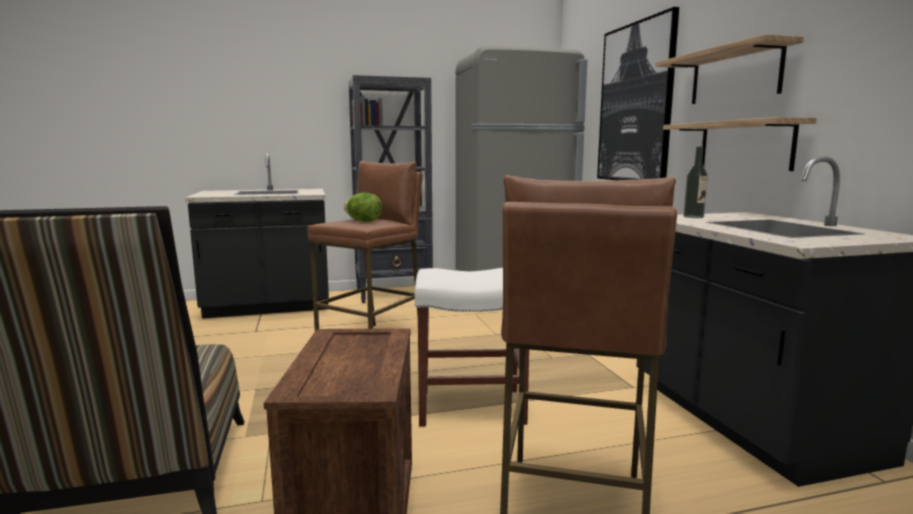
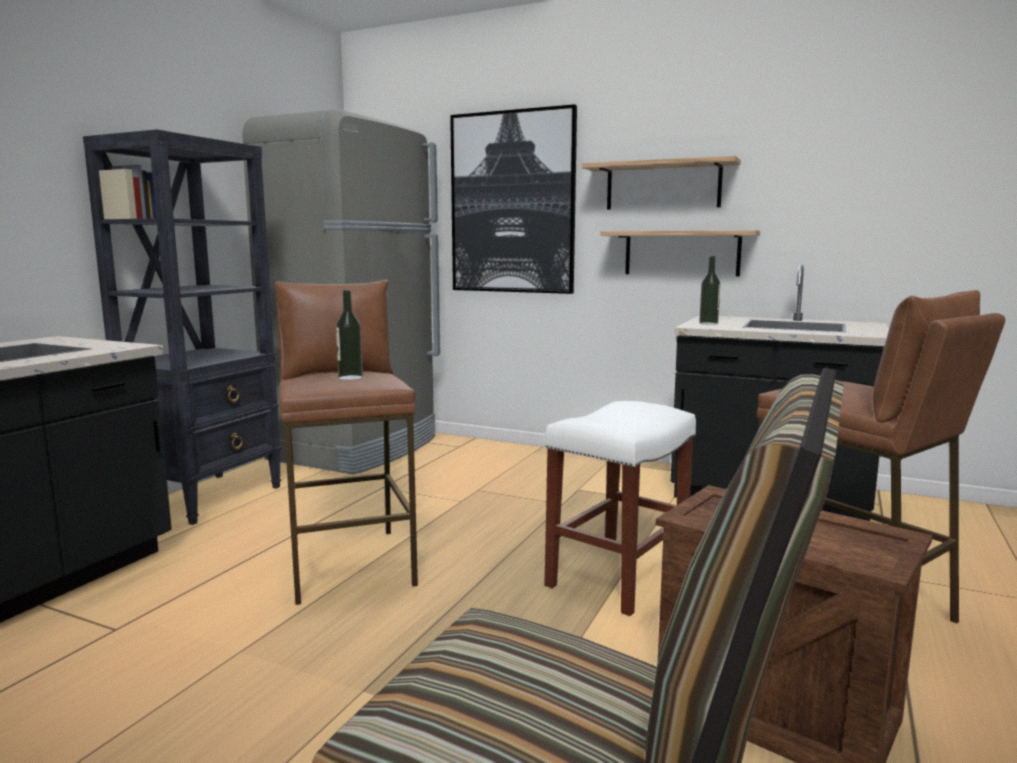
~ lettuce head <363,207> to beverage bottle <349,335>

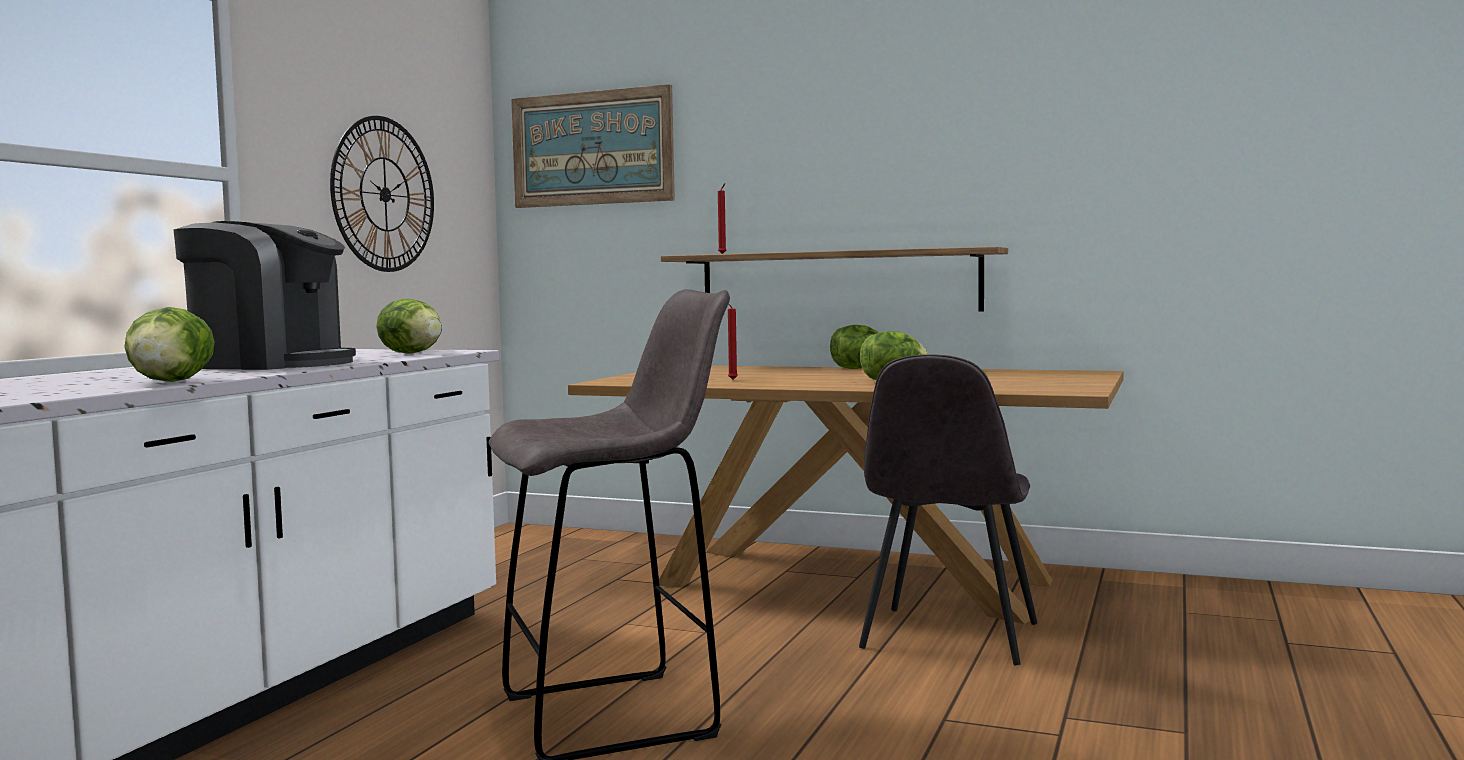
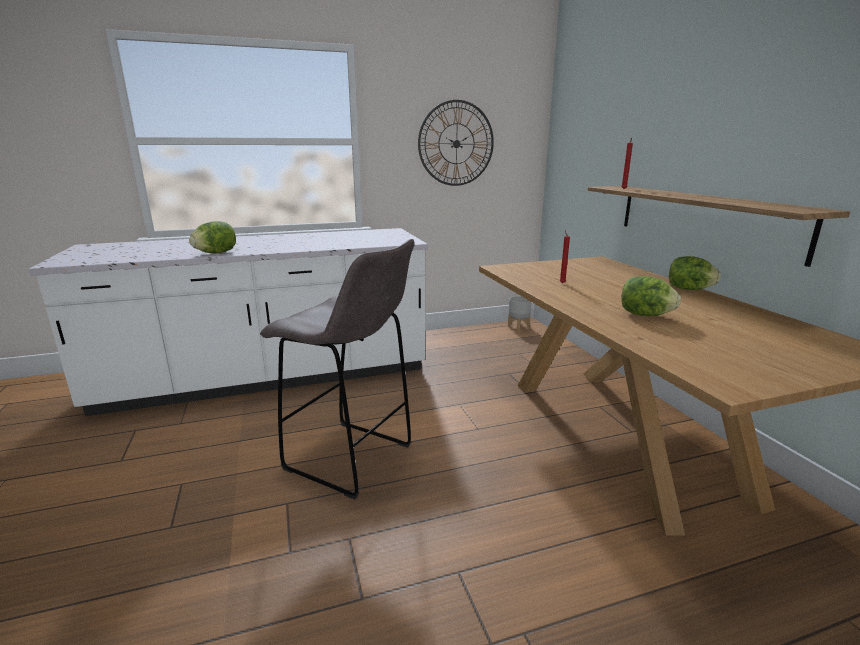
- coffee machine <264,295>
- lettuce head <409,326>
- picture <593,146>
- chair/greyish <948,509>
+ planter/greyish <520,313>

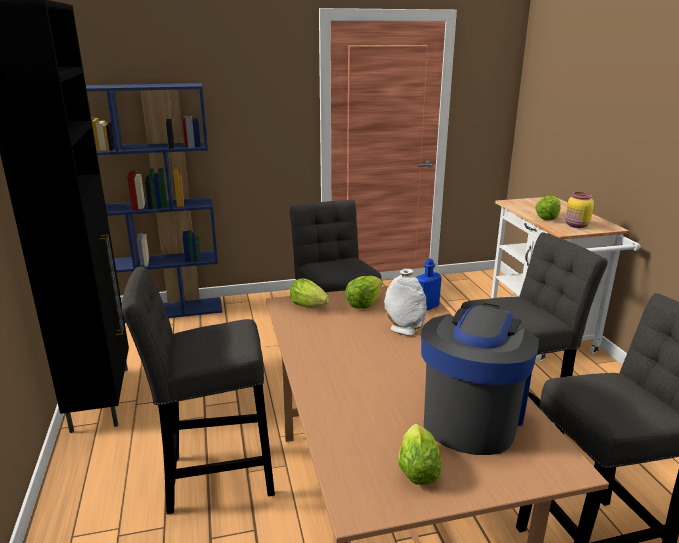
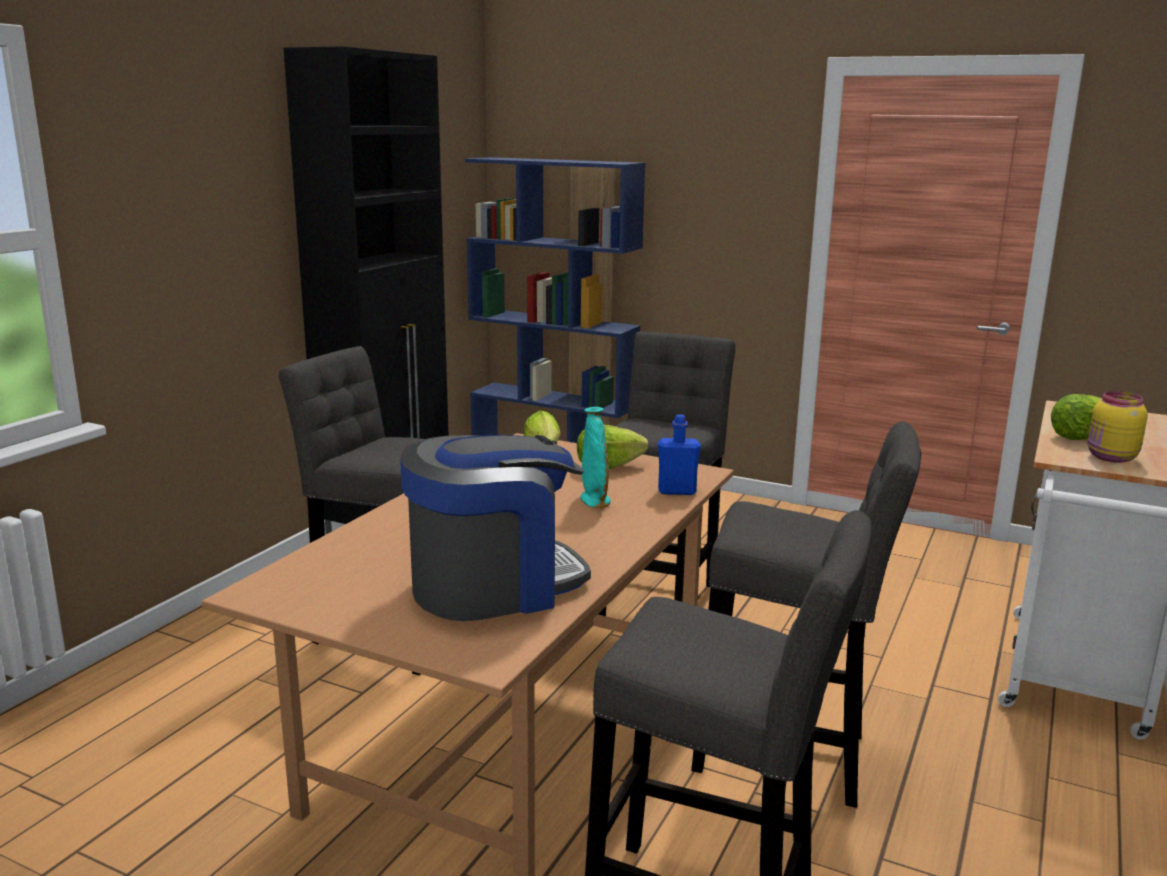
~ decorative vase/white <405,302> to decorative vase/turquoise <595,457>
- lettuce head <419,454>

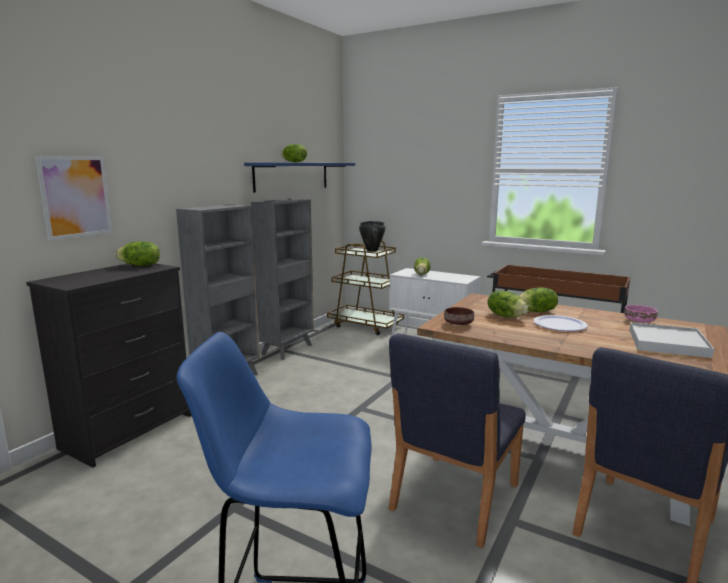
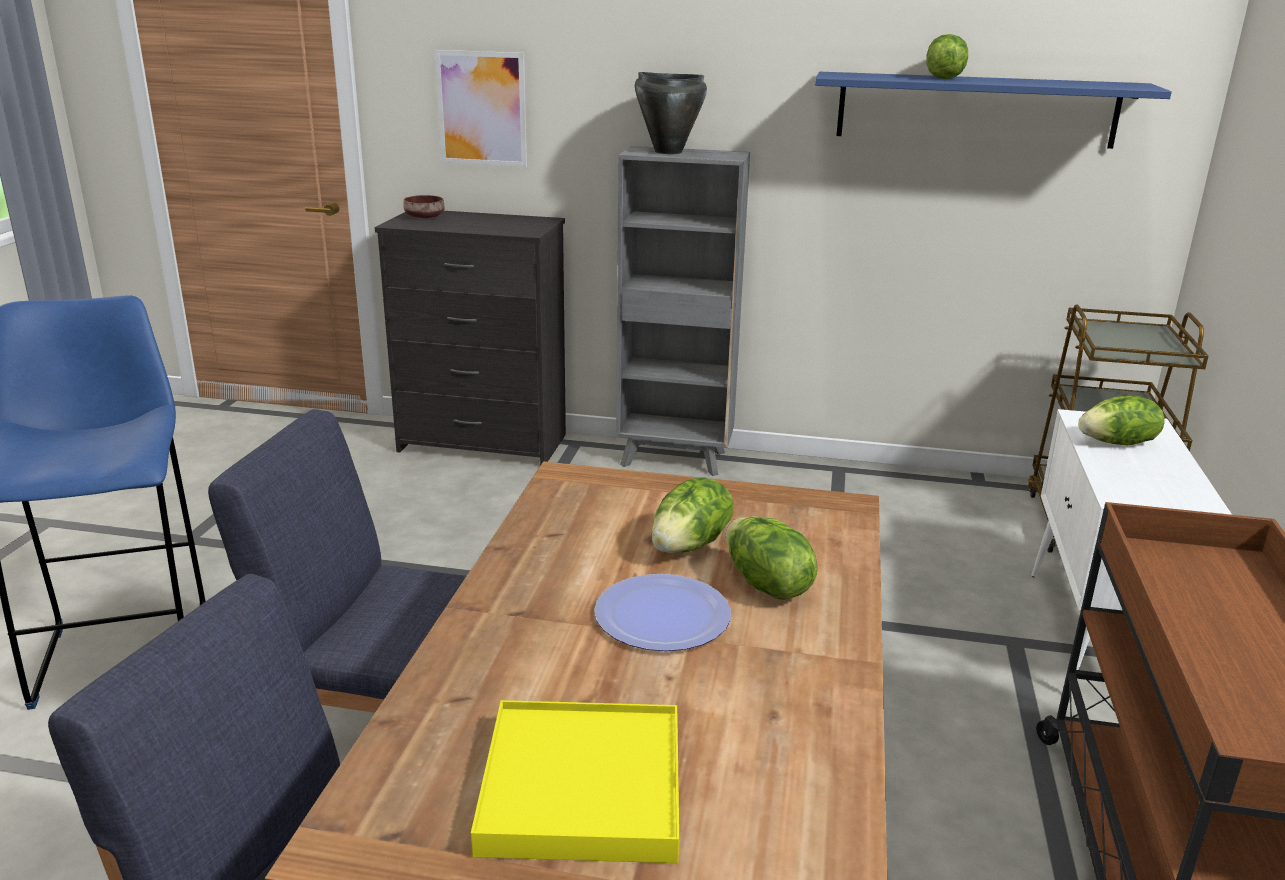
- lettuce head <137,253>
- bookcase/greyish <282,279>
~ saucepot/blackish <372,236> to <671,113>
~ serving bowl/brown-coloured <459,316> to <424,206>
- serving bowl/pink-coloured <641,314>
~ carrying tray/white <672,340> to carrying tray/yellow <575,781>

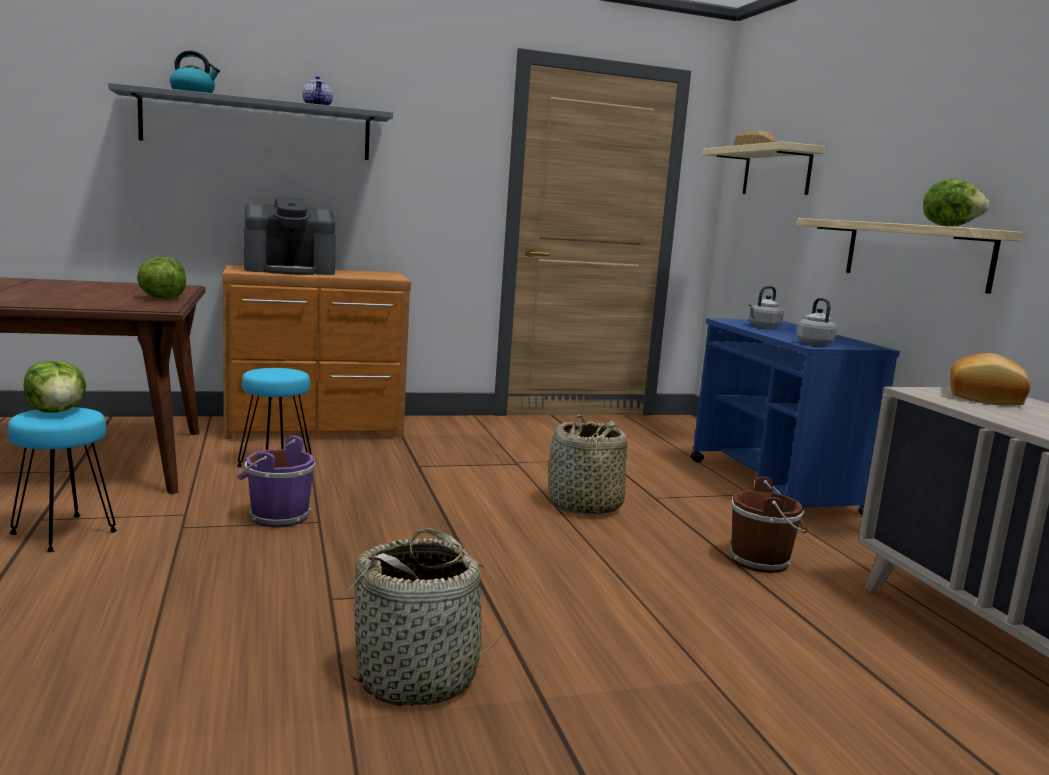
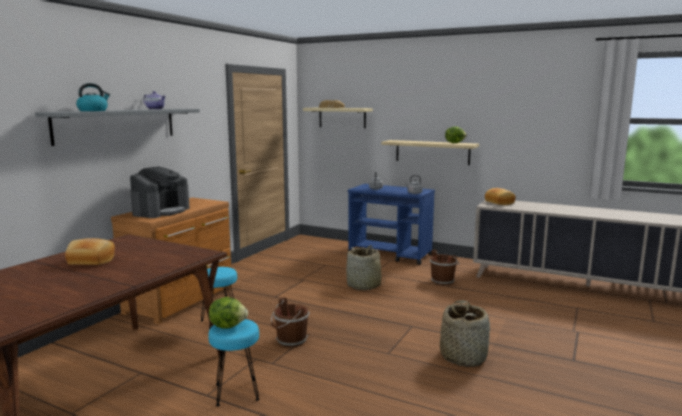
- lettuce head <161,278>
~ bucket/purple-coloured <276,482> to bucket/brown-coloured <290,322>
+ baked bread <90,251>

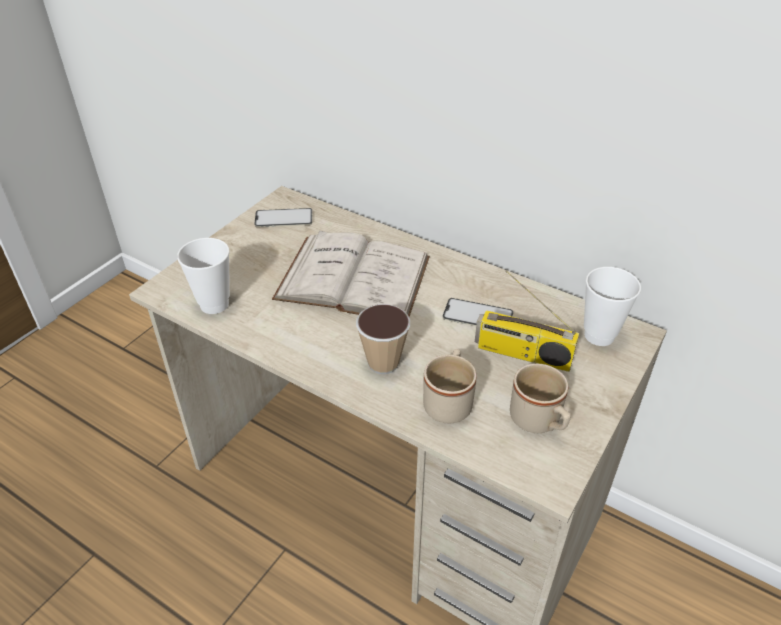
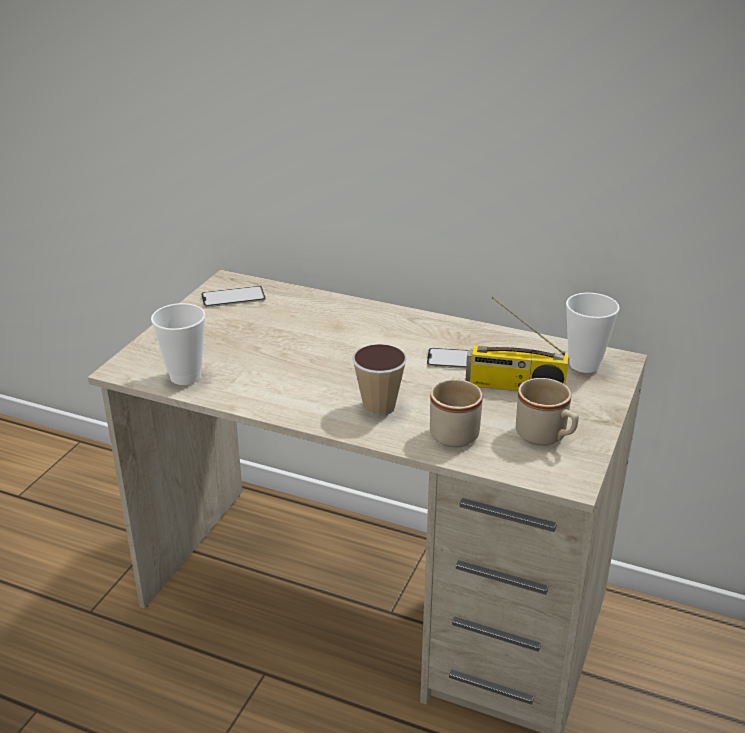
- book/white <351,274>

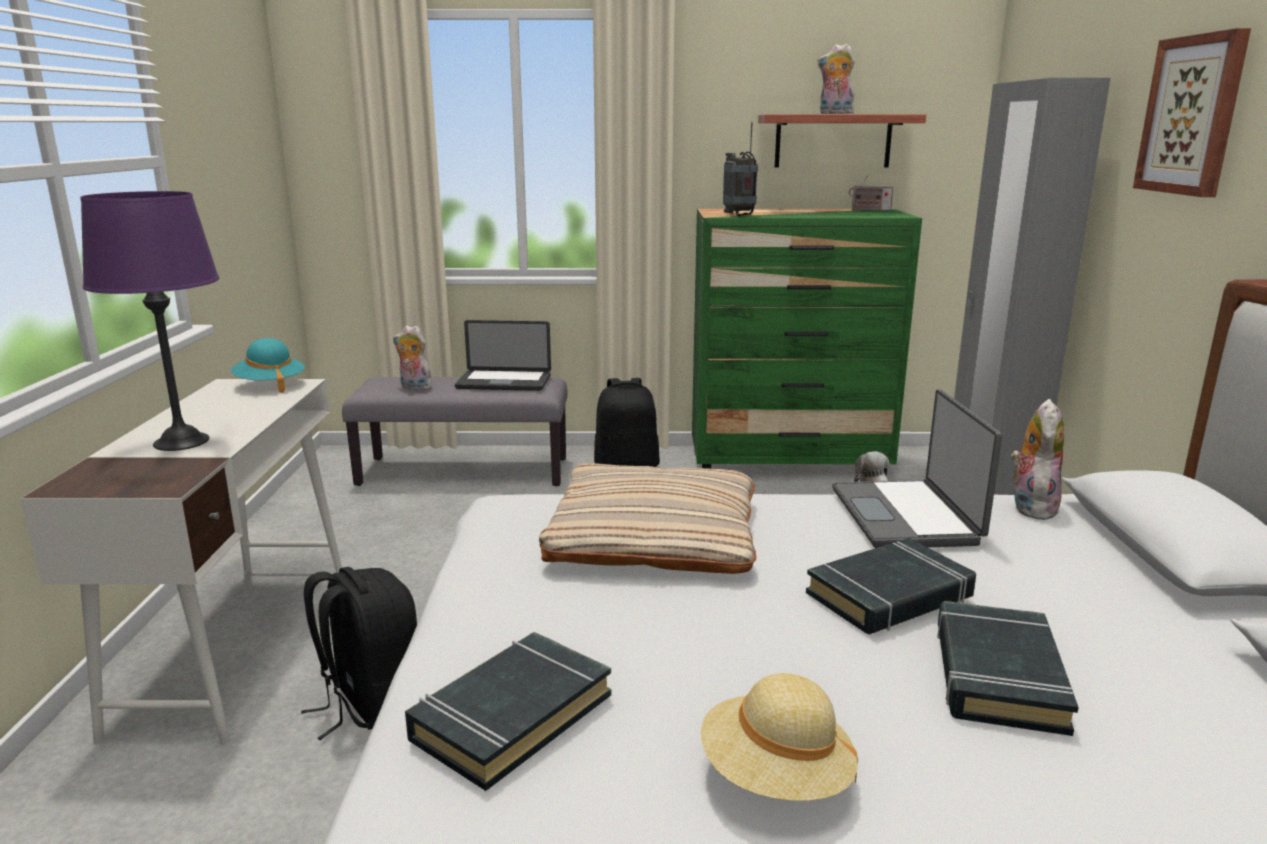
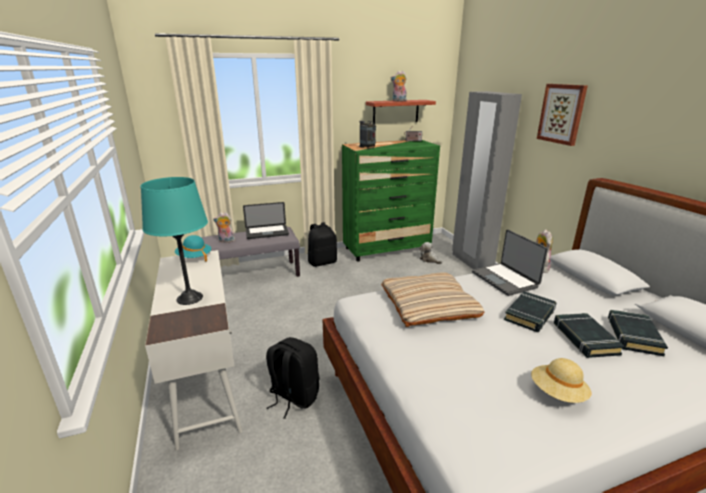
~ tabletop lamp/purple-coloured <149,321> to tabletop lamp/turquoise <174,241>
~ book/blackish <508,711> to <638,333>

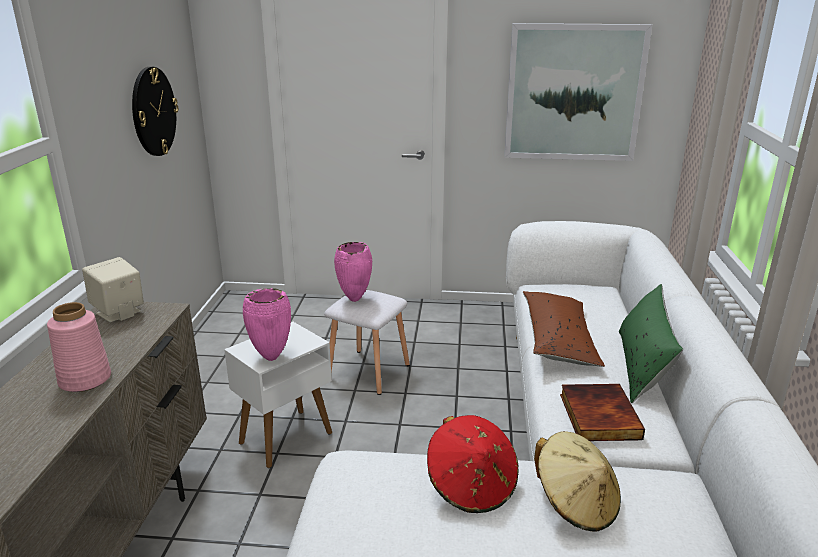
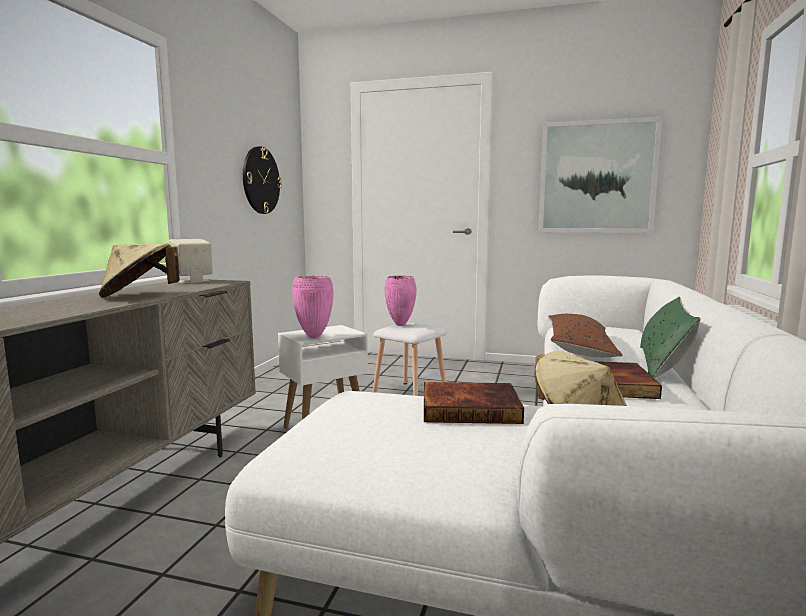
~ decorative vase/pink-coloured <79,347> to wearable hat/sand-coloured <139,271>
~ wearable hat/red-coloured <473,464> to book <474,403>

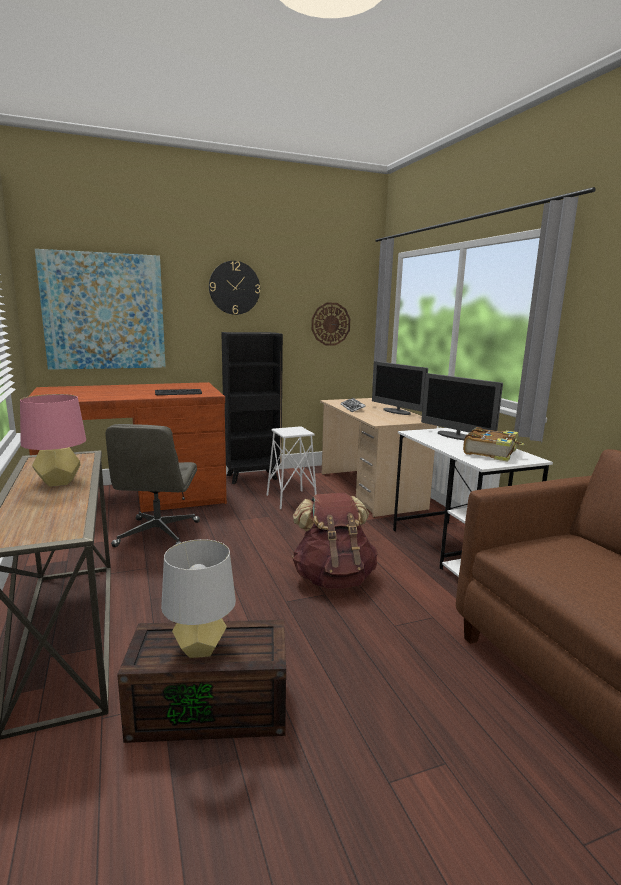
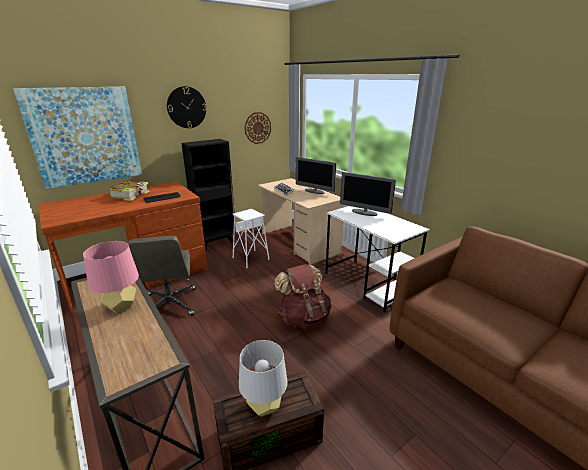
~ book <493,444> to <129,191>

